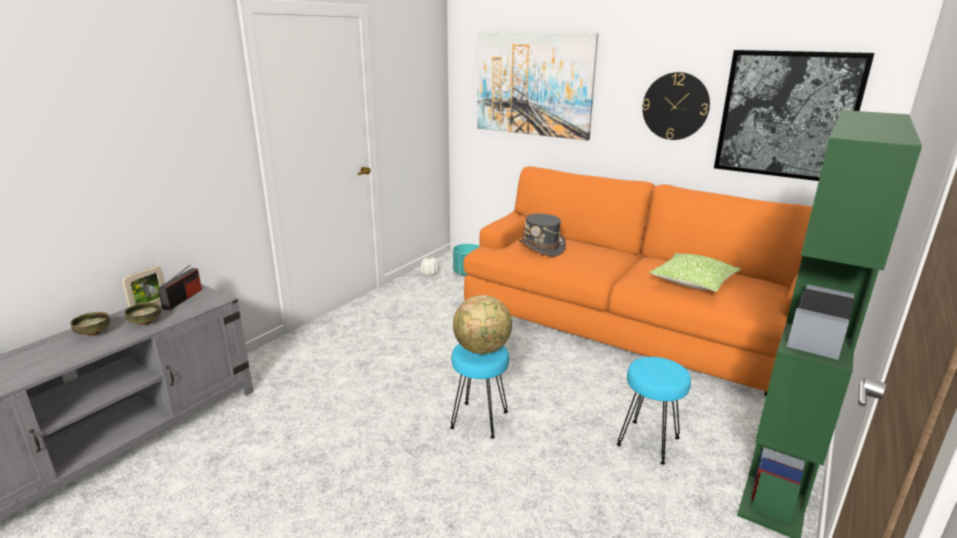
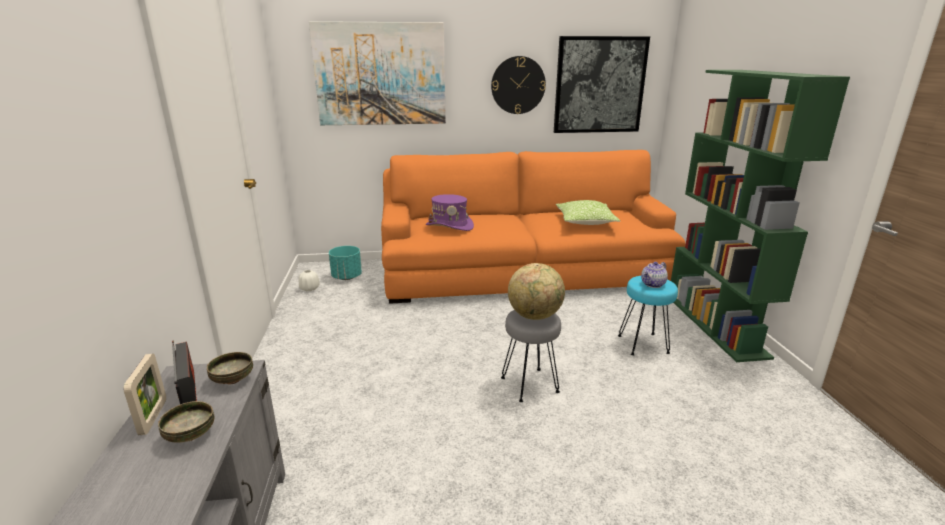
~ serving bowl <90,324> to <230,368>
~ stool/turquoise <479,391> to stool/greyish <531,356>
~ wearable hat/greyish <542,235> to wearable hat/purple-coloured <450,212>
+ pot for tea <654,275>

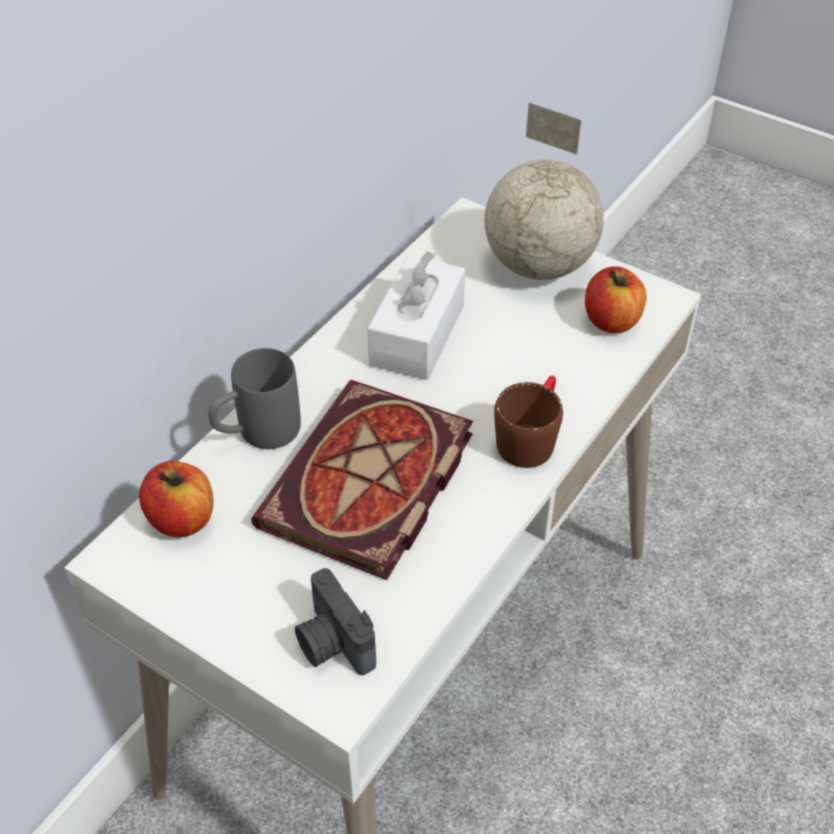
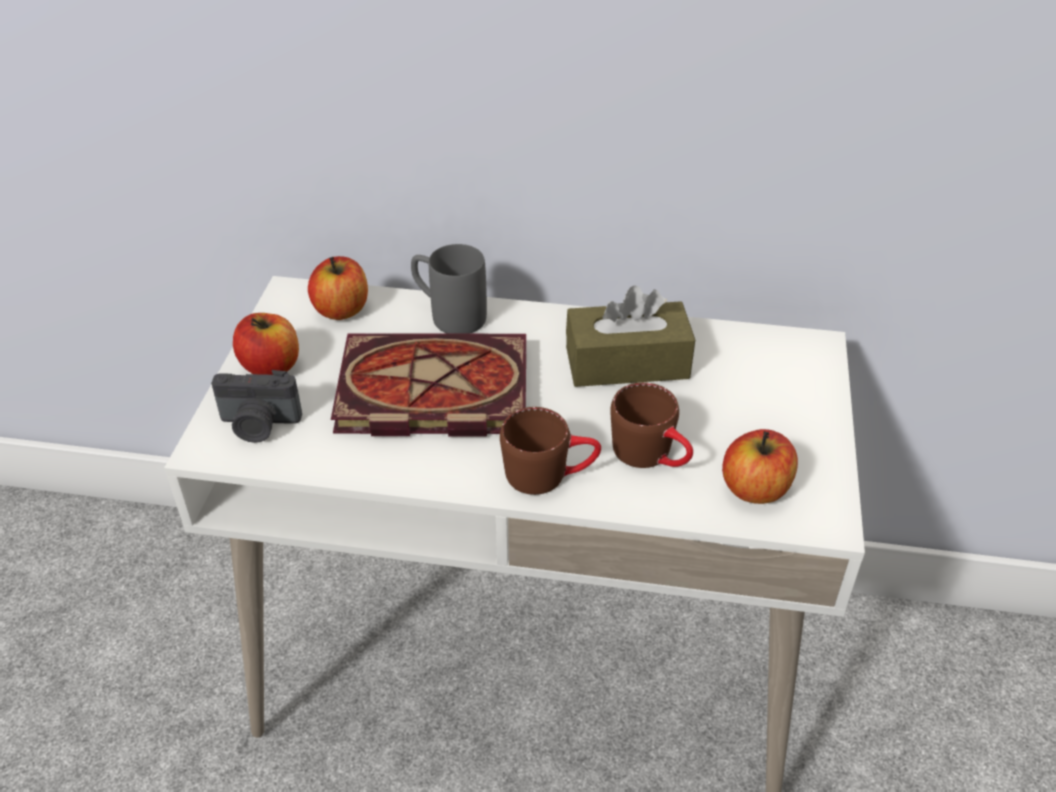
~ photo camera <335,621> = <256,406> 120 degrees counterclockwise
~ tissue box/white <416,315> to tissue box/brown-coloured <630,336>
- world globe <544,191>
+ apple <266,344>
+ tea mug/brown-coloured <651,425>

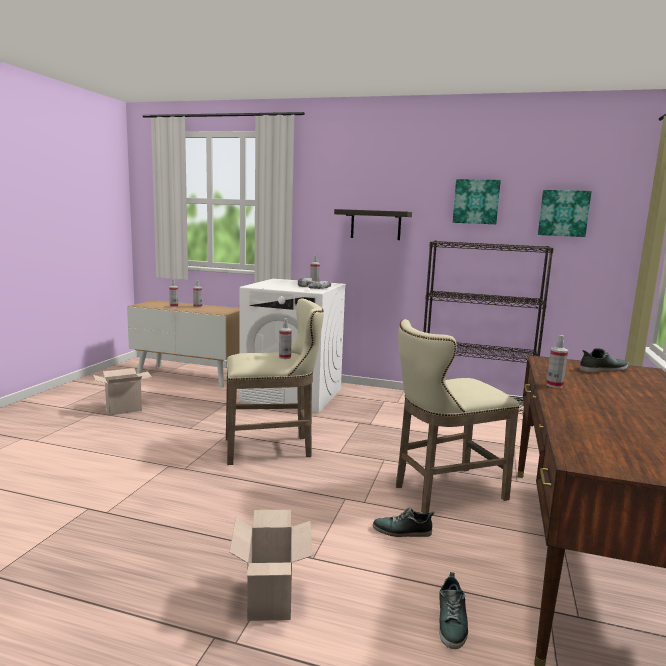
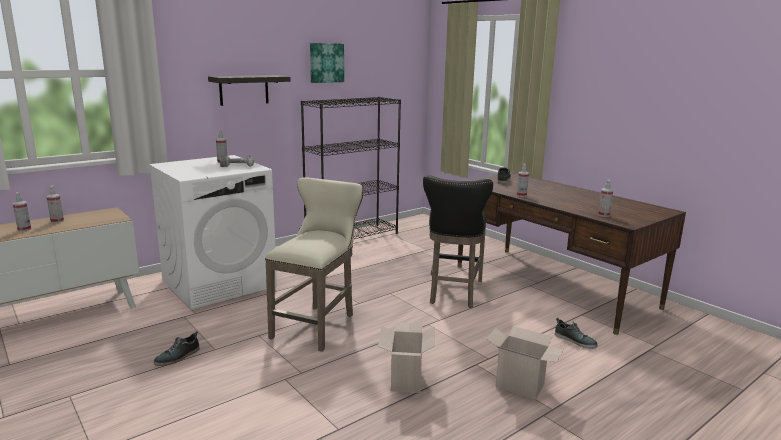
~ packing box <122,391> to <406,358>
~ spray bottle <285,338> to <605,198>
~ item of footwear <403,522> to <177,348>
~ stool/sand-coloured <457,416> to stool/blackish <458,241>
- picture <565,213>

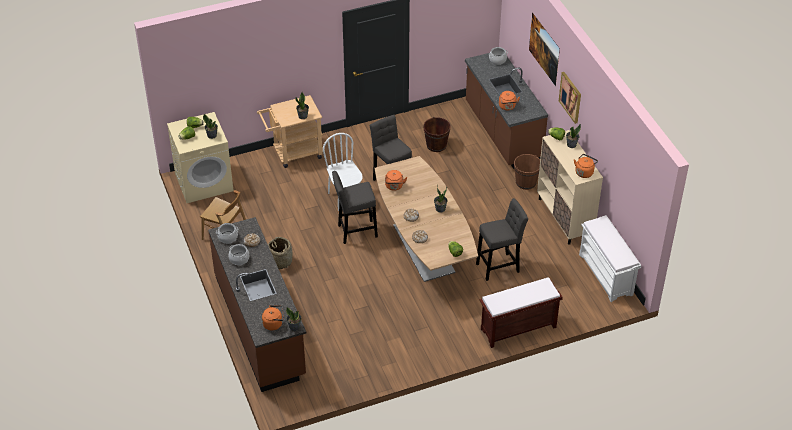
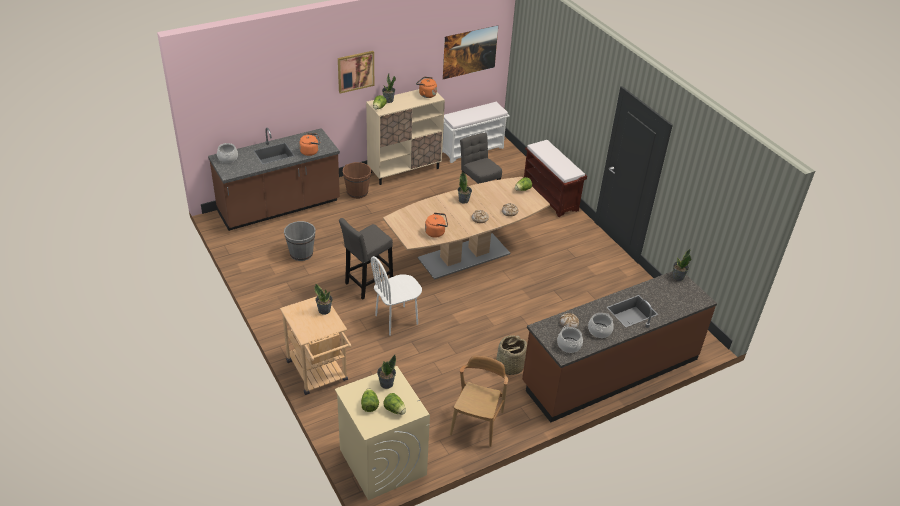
- water kettle/orangey <273,317>
- stool/greyish <355,207>
~ bucket/brown-coloured <437,134> to bucket/greyish <300,241>
~ picture <544,49> to <470,52>

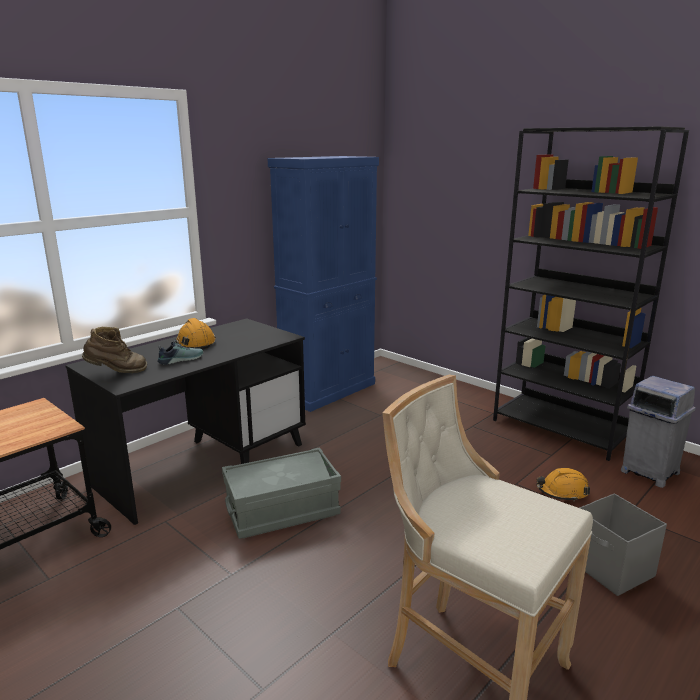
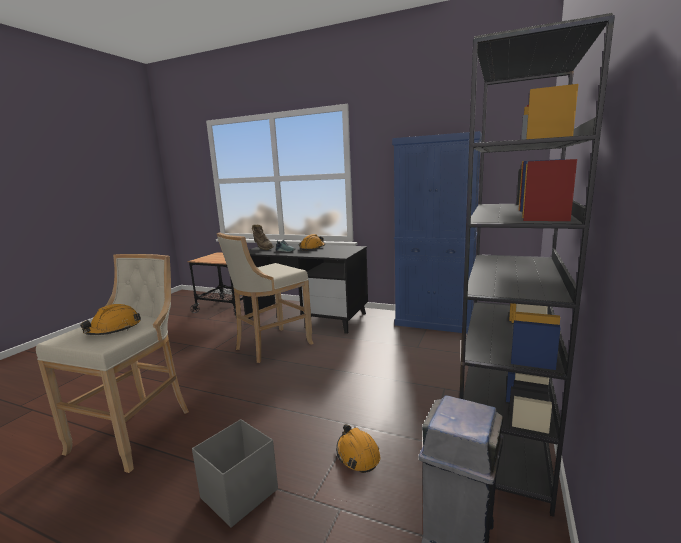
~ storage bin/greyish <281,493> to stool/sand-coloured <265,297>
+ safety helmet/orangey <110,319>

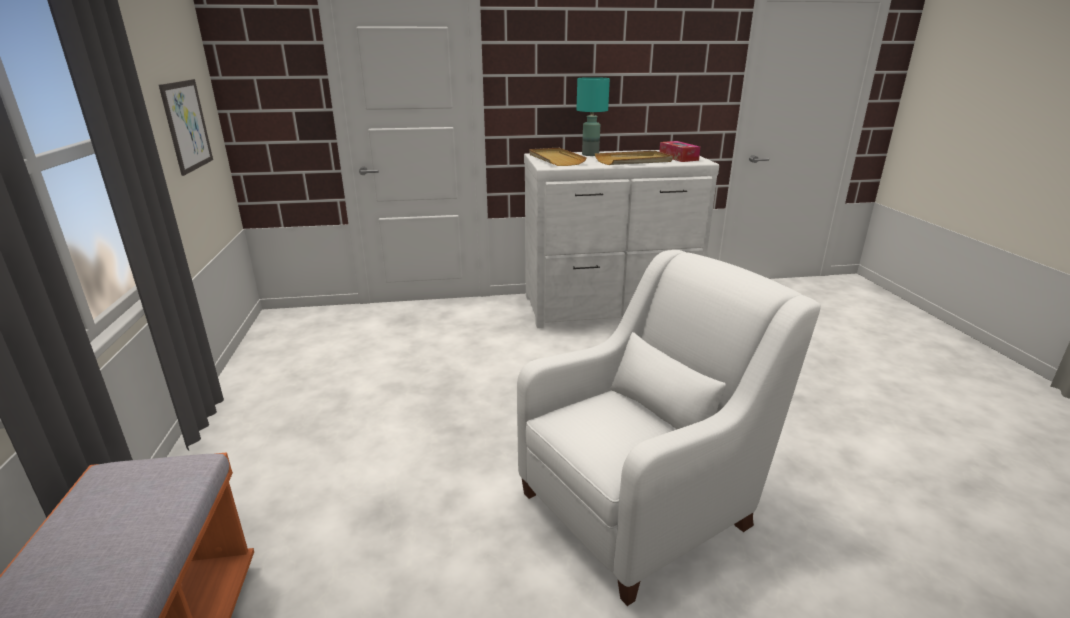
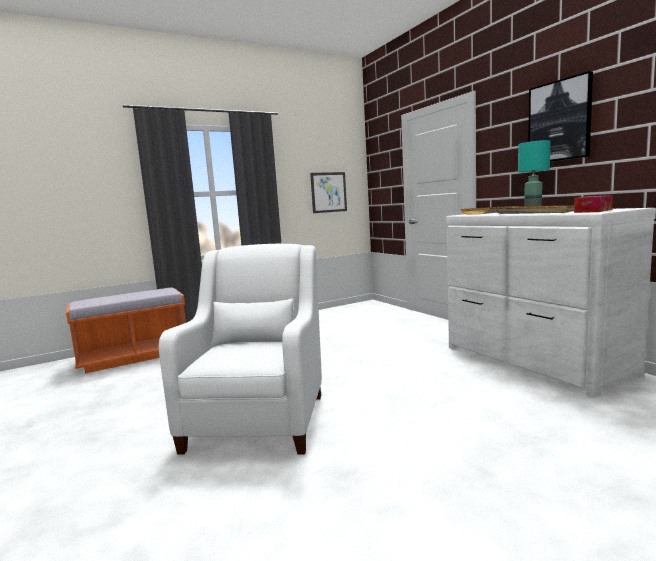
~ easy chair/white <669,428> = <240,349> 120 degrees counterclockwise
+ picture <560,116>

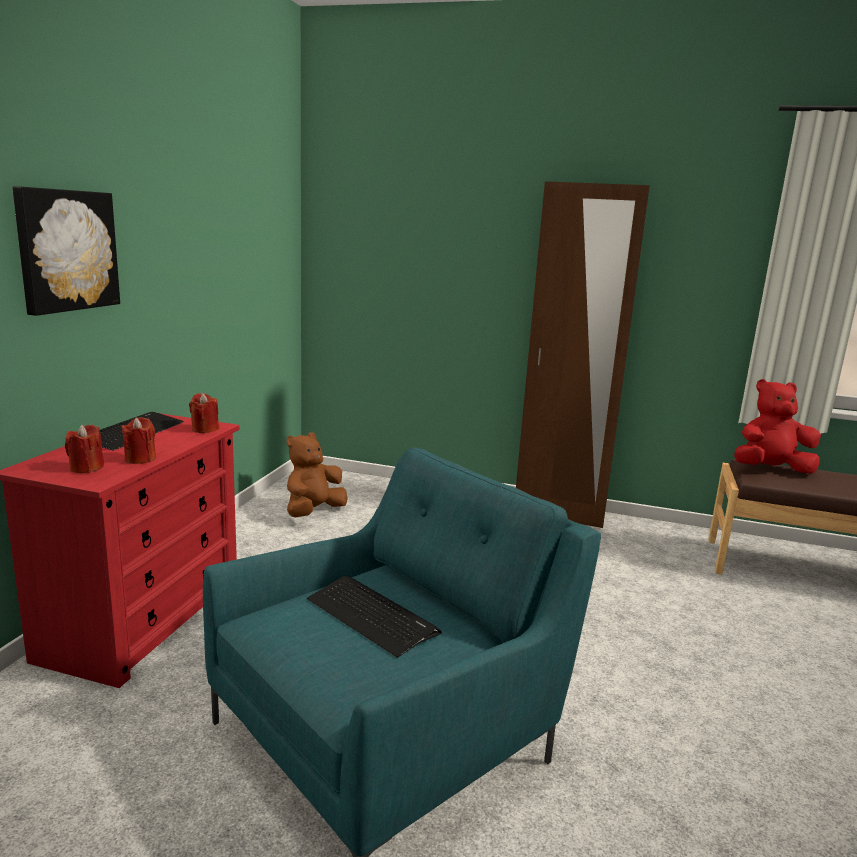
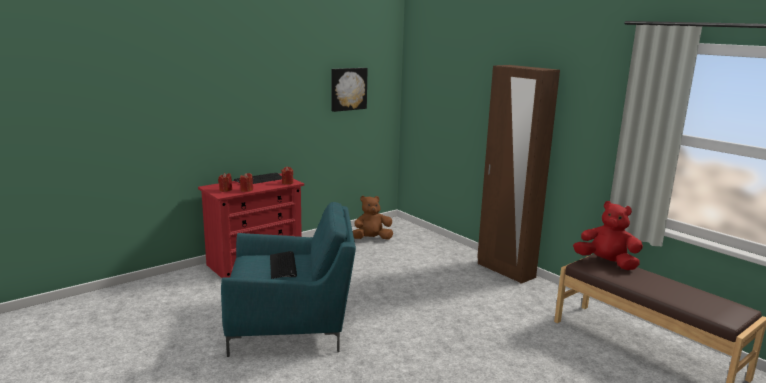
~ picture <66,251> to <350,90>

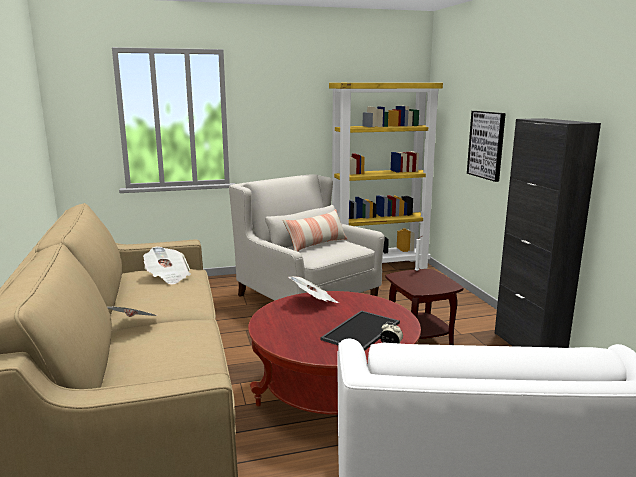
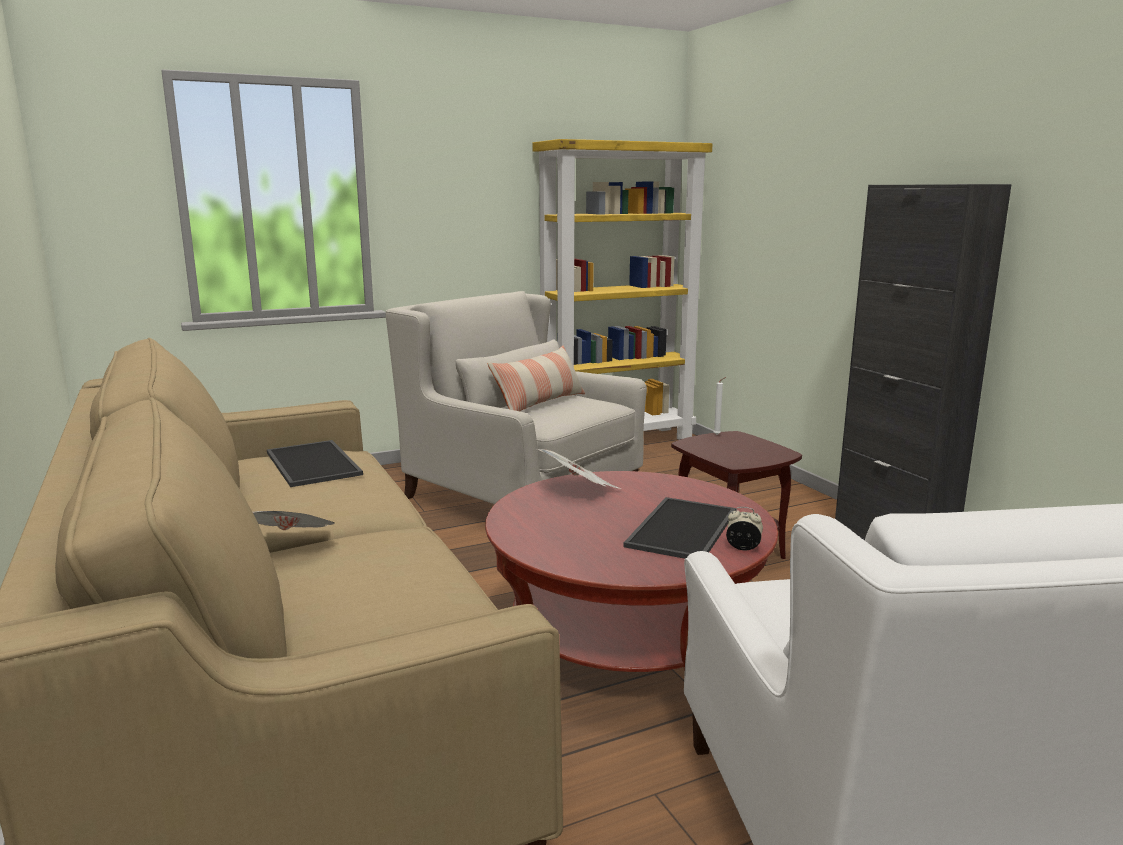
~ printed paper <167,266> to carrying tray <315,463>
- picture <486,146>

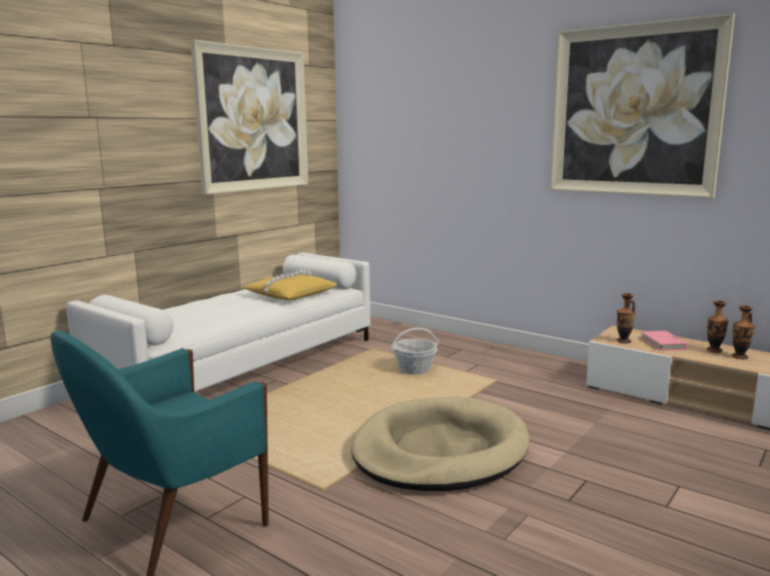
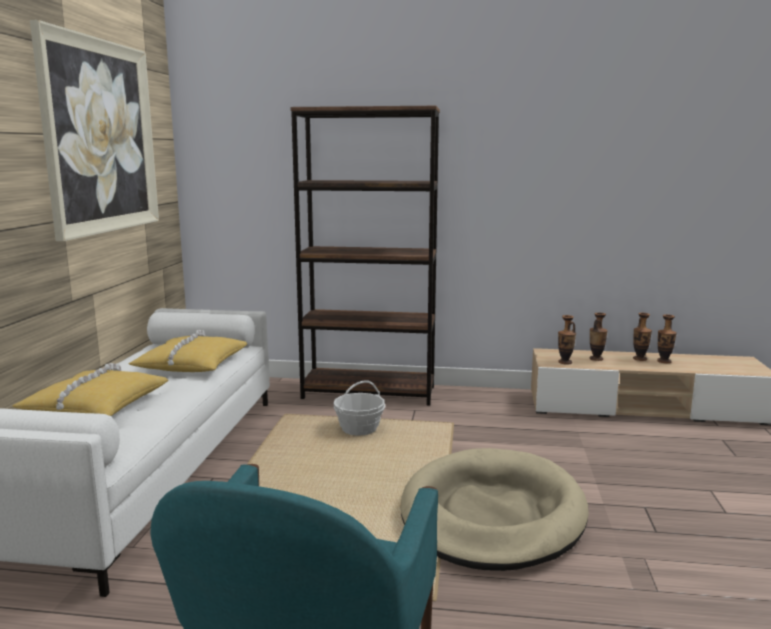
- picture <642,105>
~ book/pink-coloured <664,341> to decorative vase <598,337>
+ pillow/yellow <90,389>
+ bookcase/brown-coloured <365,255>

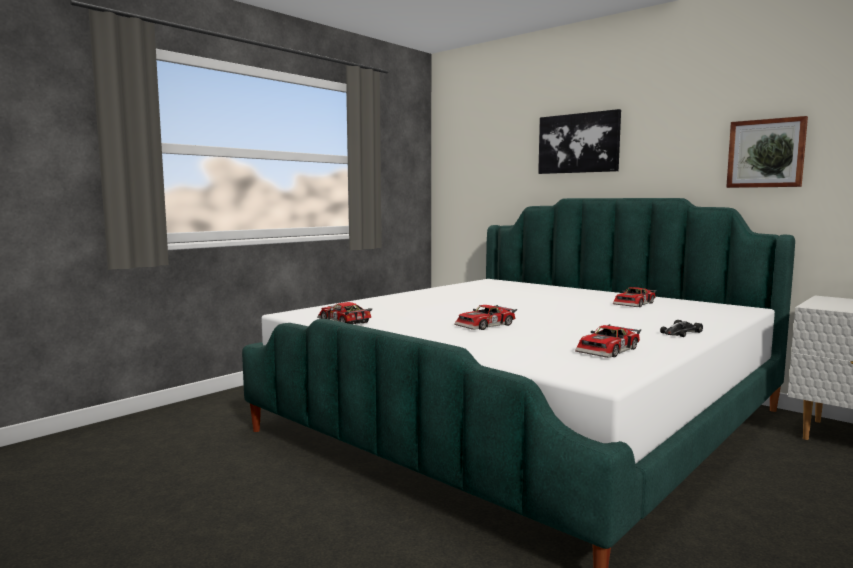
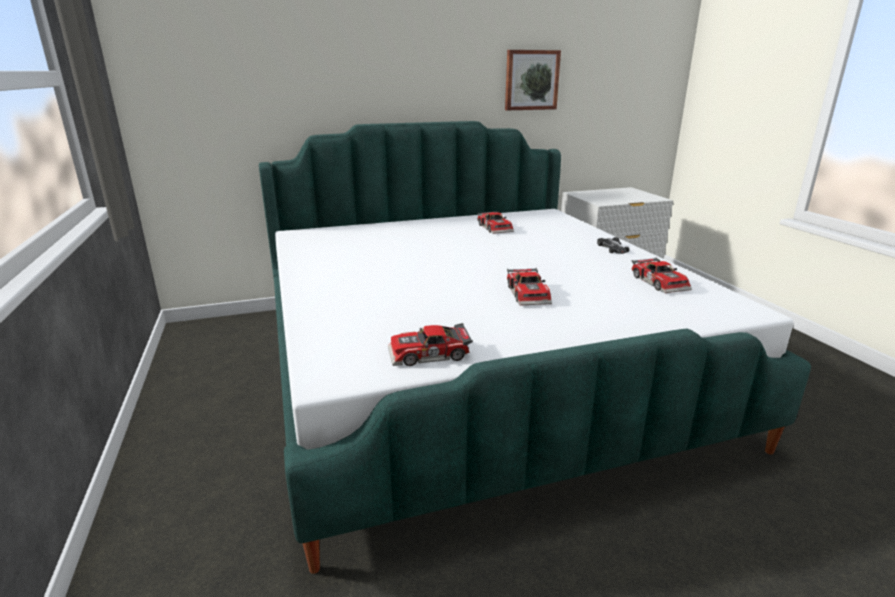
- picture <579,141>

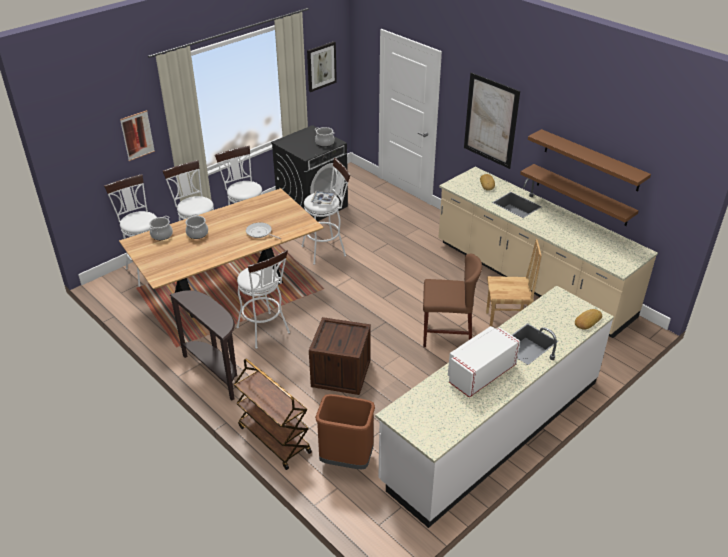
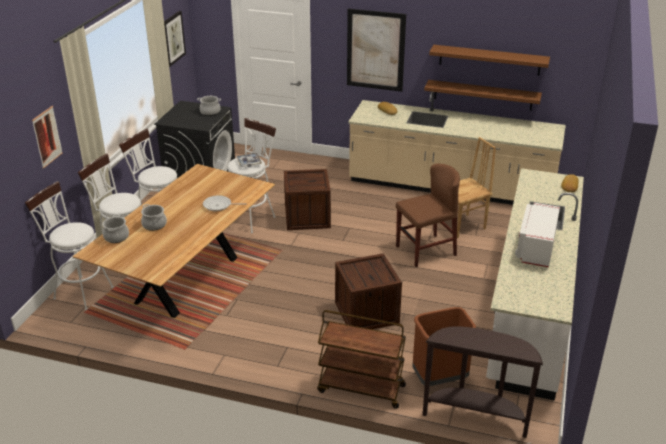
~ narrow table/brown-coloured <203,345> to <483,382>
- stool/white <263,299>
+ shipping crate <307,199>

